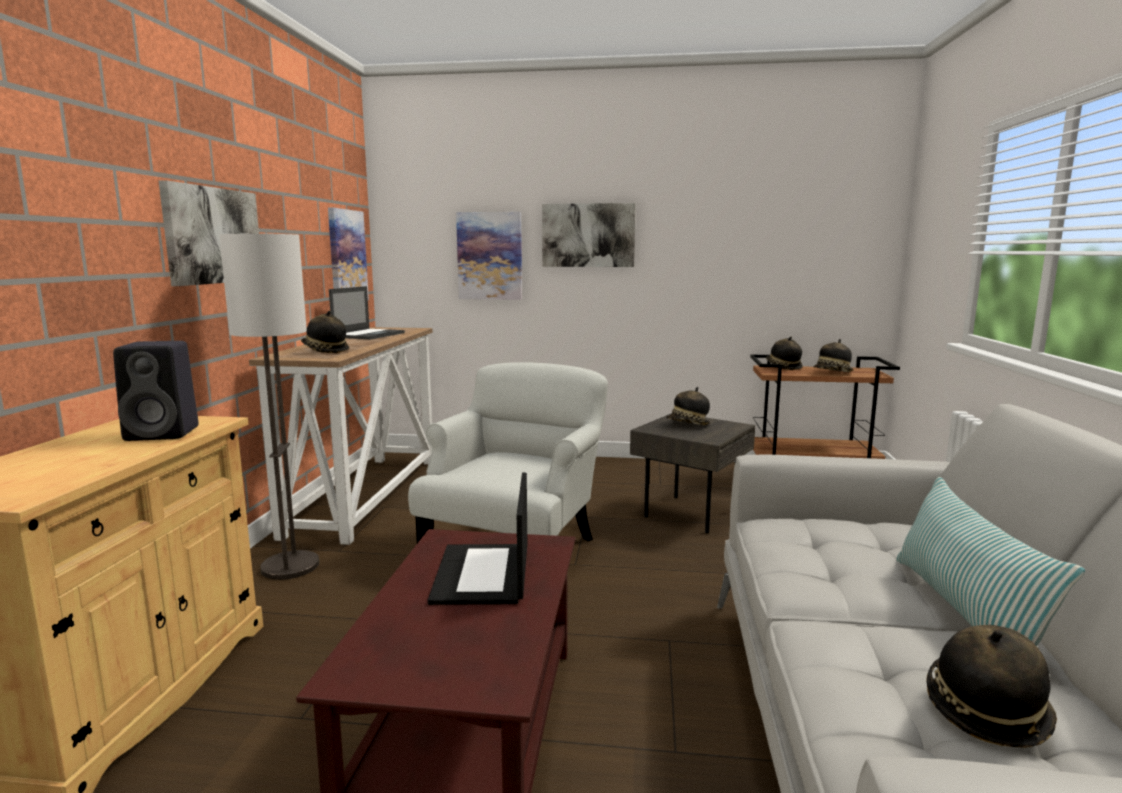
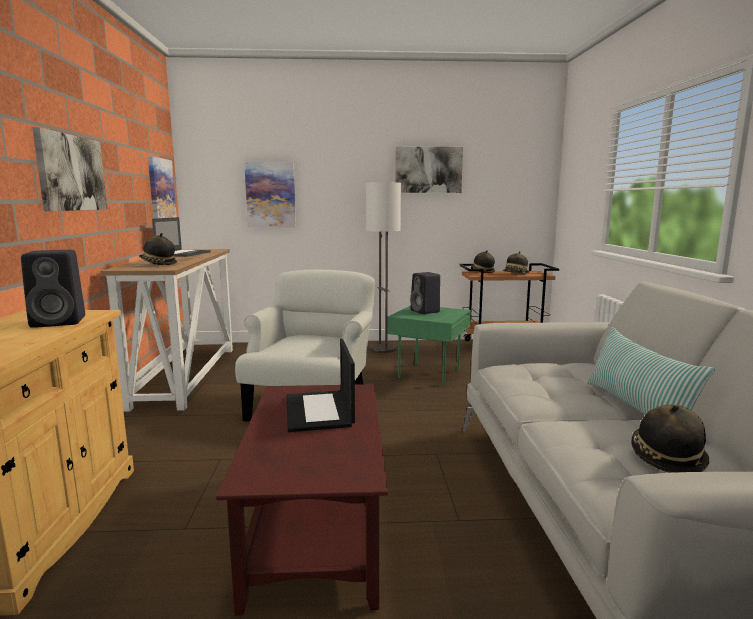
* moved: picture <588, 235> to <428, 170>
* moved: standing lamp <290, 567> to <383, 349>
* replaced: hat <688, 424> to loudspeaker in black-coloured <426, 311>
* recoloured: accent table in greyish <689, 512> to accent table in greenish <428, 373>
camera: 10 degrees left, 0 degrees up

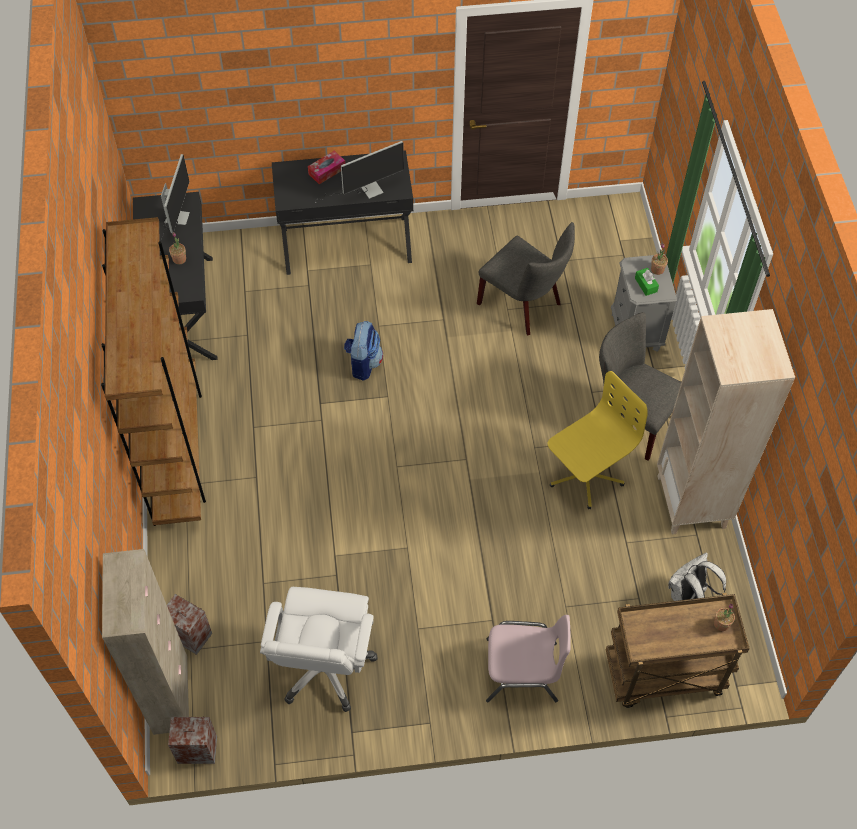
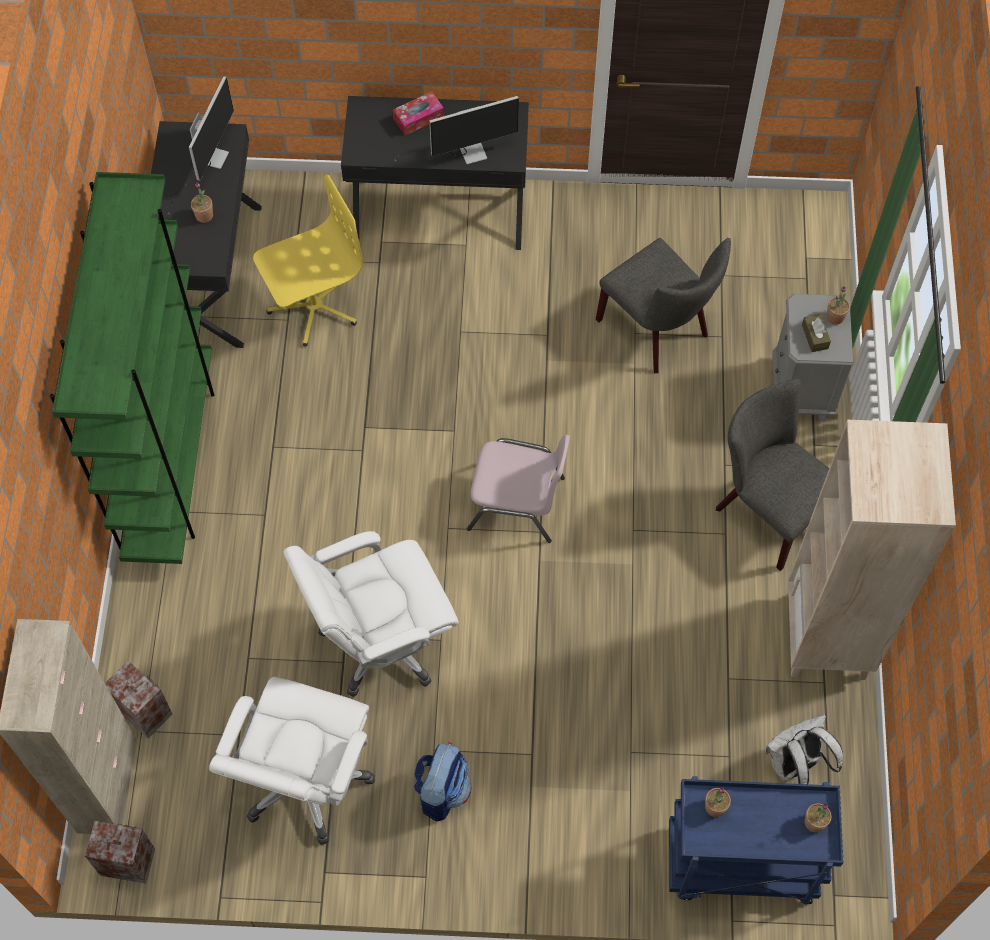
* recoloured: bookshelf in brownish <177, 449> to bookshelf in greenish <171, 462>
* recoloured: tissue box in greenish <646, 285> to tissue box in brownish <815, 336>
* moved: backpack <363, 363> to <442, 790>
* moved: computer chair in yellow-coloured <585, 475> to <313, 306>
* recoloured: trolley in brownish <663, 676> to trolley in blue <739, 866>
* moved: upright chair in pinkish <523, 671> to <518, 503>
* added: computer chair in white-coloured <382, 642>
* added: plant in a pot <715, 807>
camera: 10 degrees right, 5 degrees up

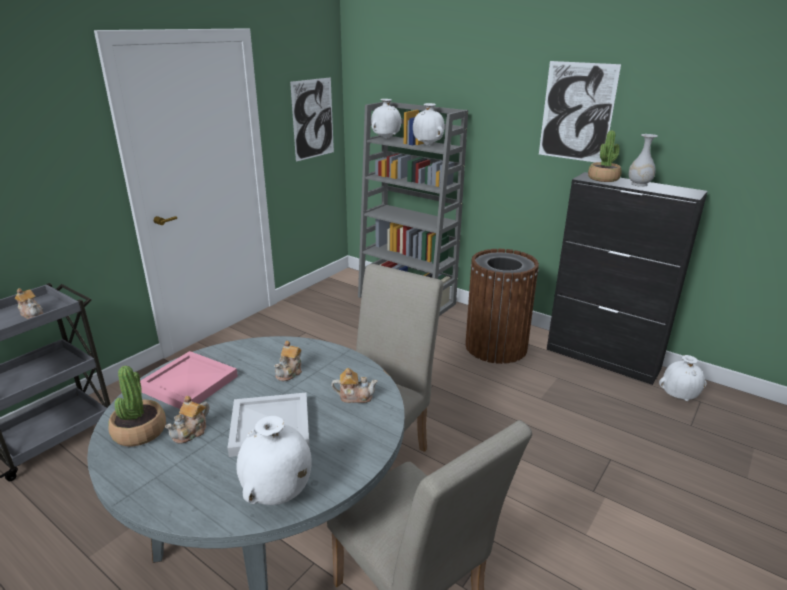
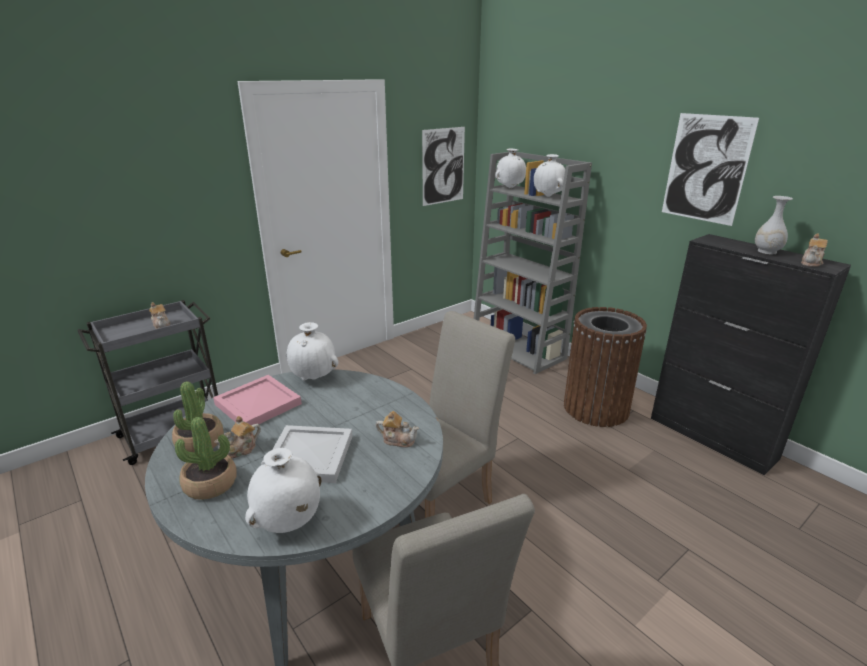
* moved: plant in a pot <603, 178> to <210, 484>
* moved: tea pot <290, 372> to <811, 263>
* moved: vase in white-coloured <678, 397> to <314, 378>
camera: 15 degrees right, 0 degrees up

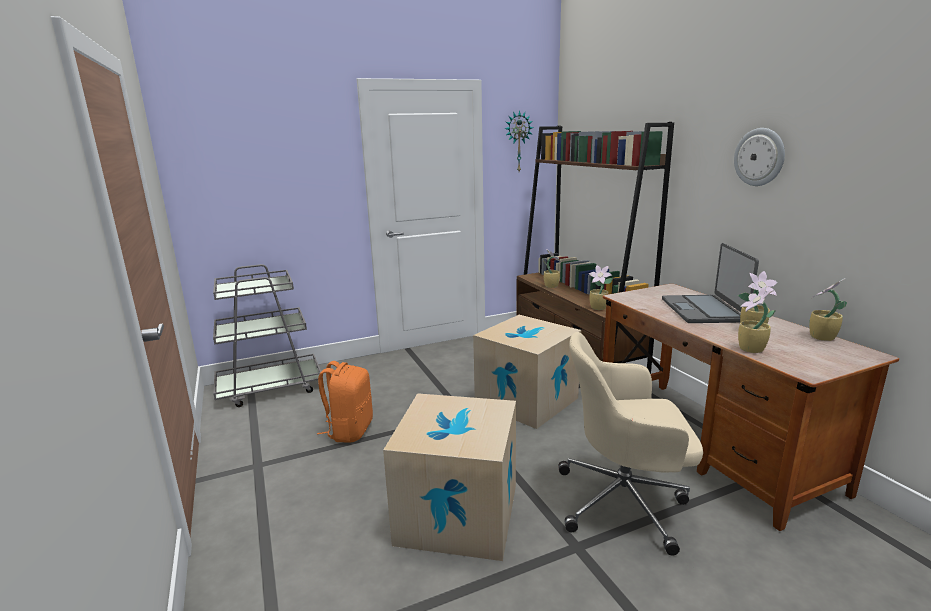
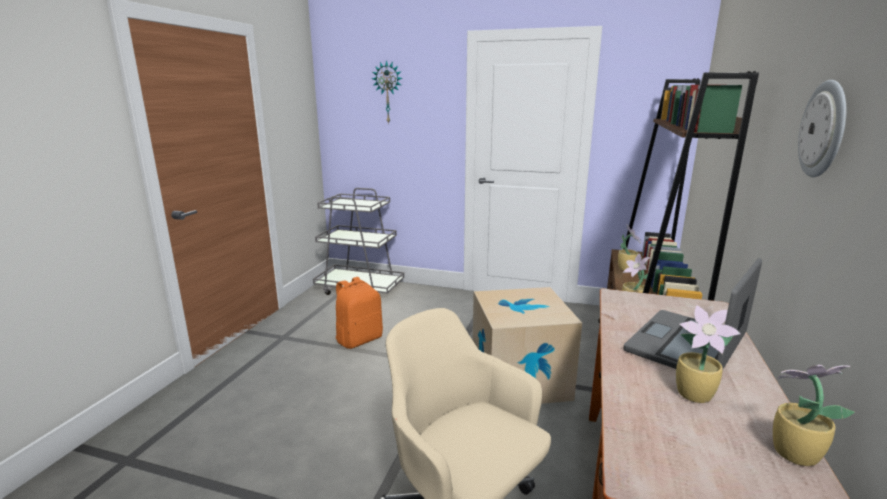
* moved: hanging clock <517, 142> to <388, 92>
* removed: plant in a pot <751, 349>
* removed: carton <458, 514>
camera: 40 degrees right, 0 degrees up

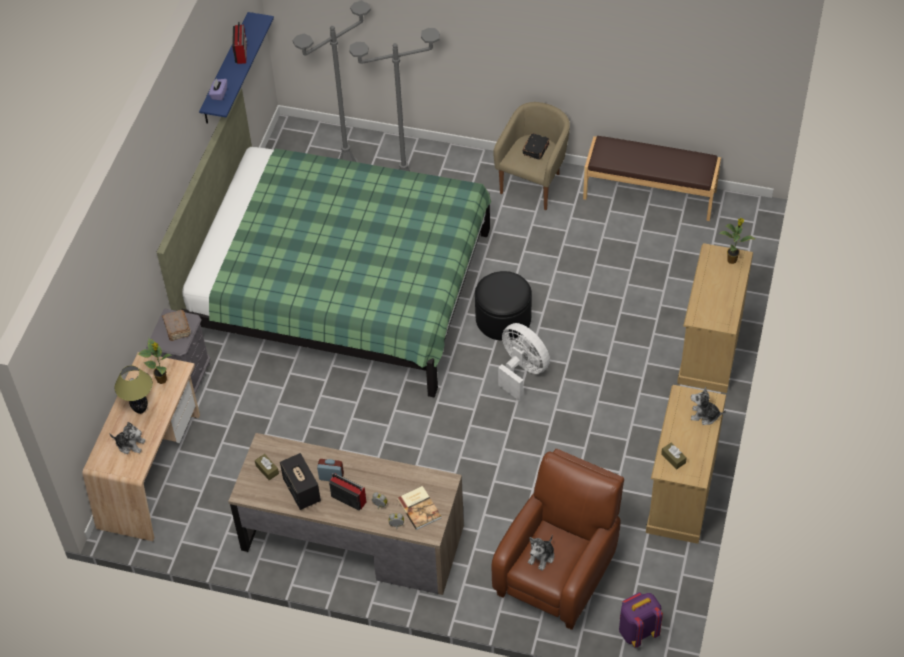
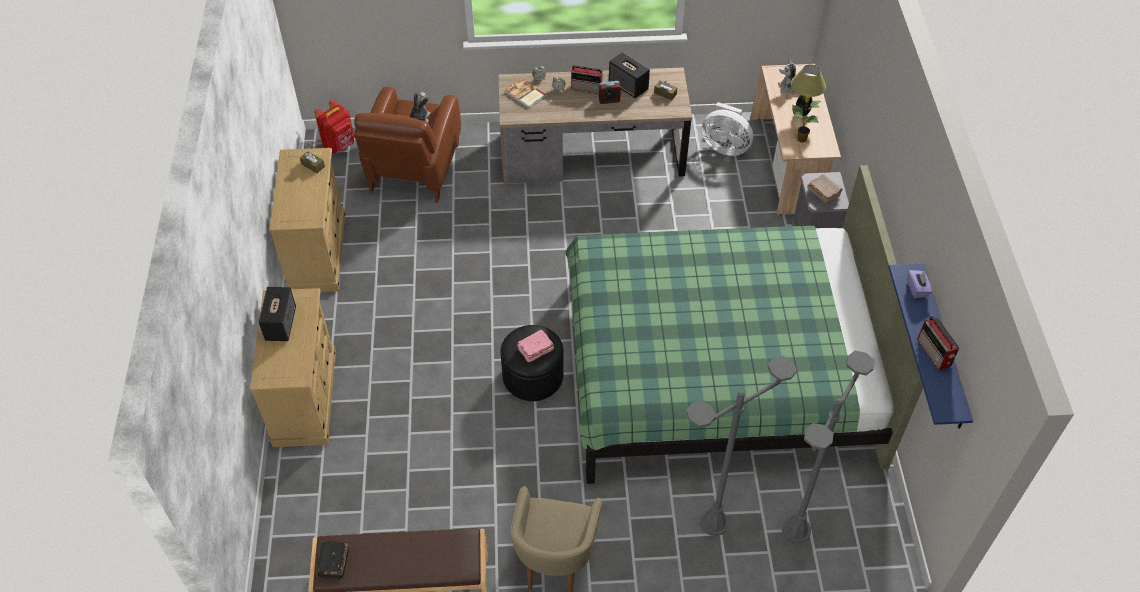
* moved: book in black-coloured <536, 150> to <333, 563>
* removed: plant in a pot <732, 259>
* moved: electric fan in white-coloured <522, 371> to <725, 146>
* removed: cuddly toy <704, 415>
* recoloured: backpack in purplish <637, 631> to backpack in red <339, 145>
* added: loudspeaker <281, 324>
* added: book in pinkish <535, 350>
camera: 160 degrees right, 0 degrees up

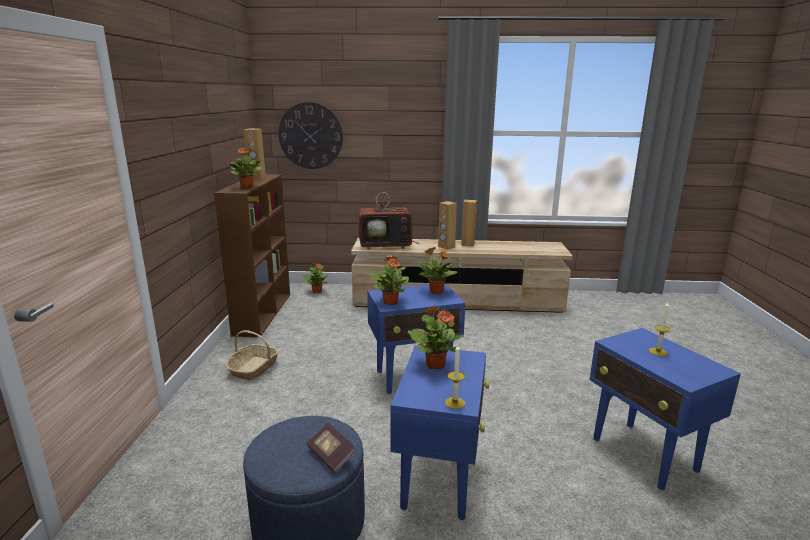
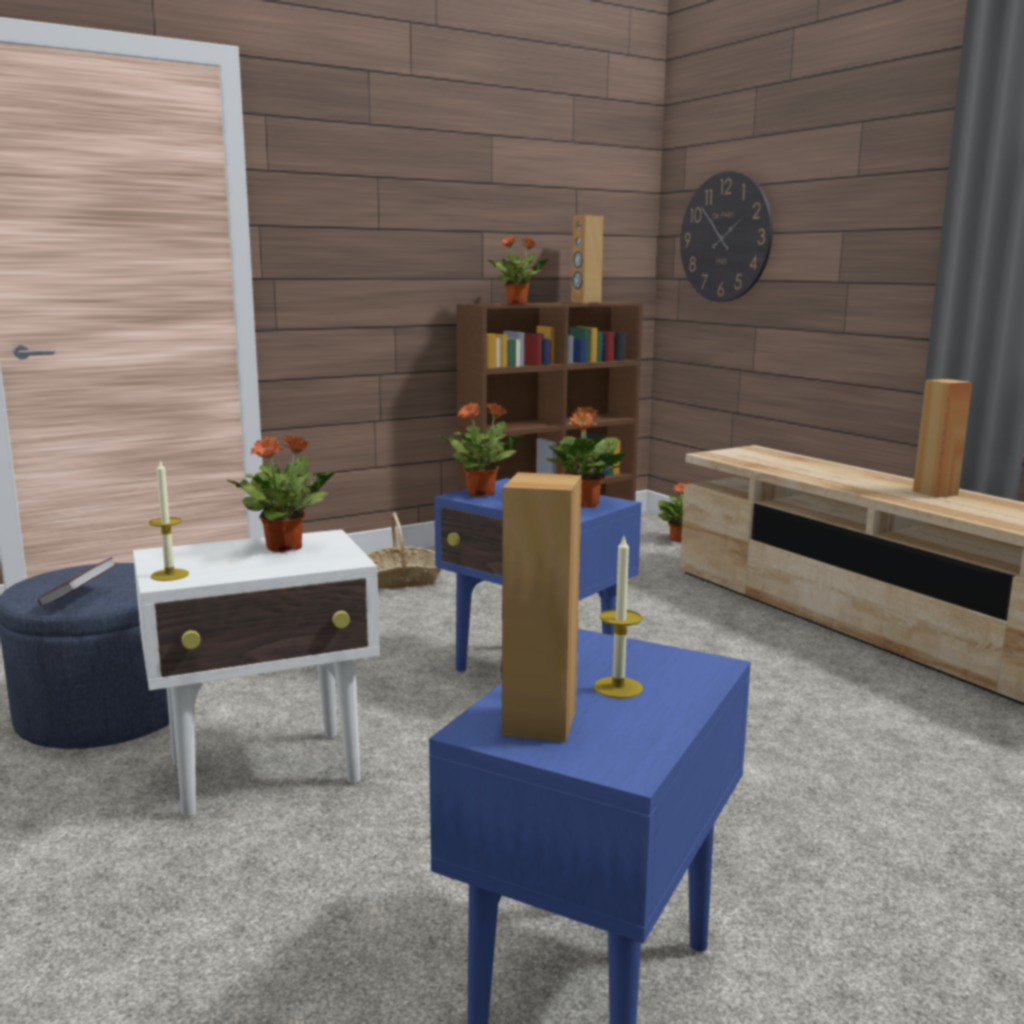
* removed: television <386, 245>
* moved: loudspeaker in brownish <446, 247> to <538, 722>
* recoloured: accent table in blue <439, 480> to accent table in white-coloured <267, 772>
camera: 55 degrees right, 5 degrees down

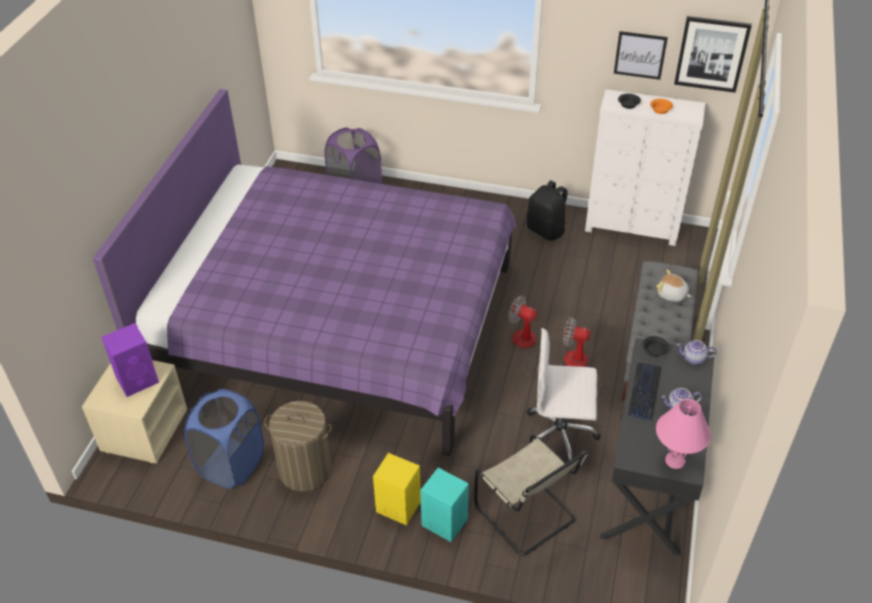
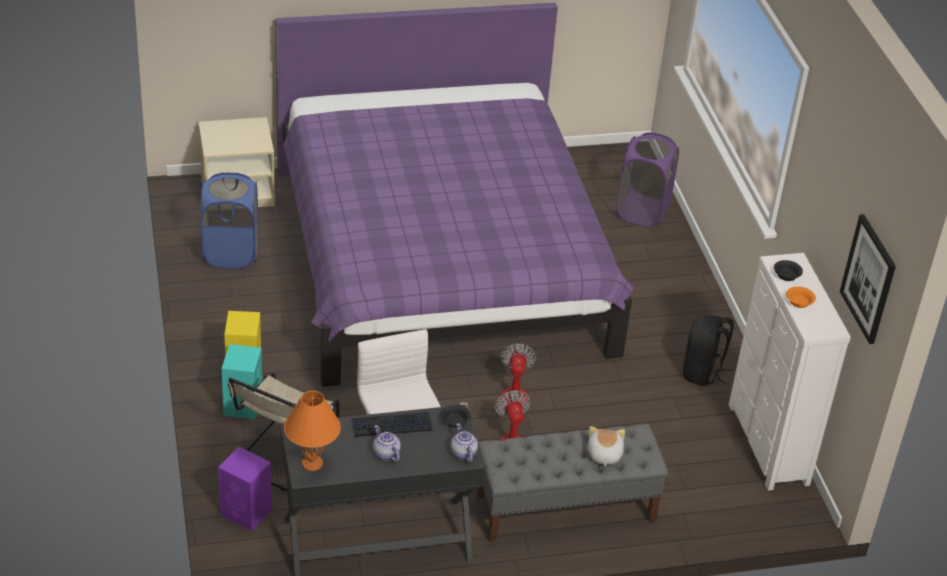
* removed: picture <640, 55>
* moved: loudspeaker in purplish <138, 379> to <247, 512>
* recoloured: table lamp in pinkish <675, 460> to table lamp in orange <312, 463>
* removed: washing basket <305, 470>
camera: 60 degrees right, 5 degrees down

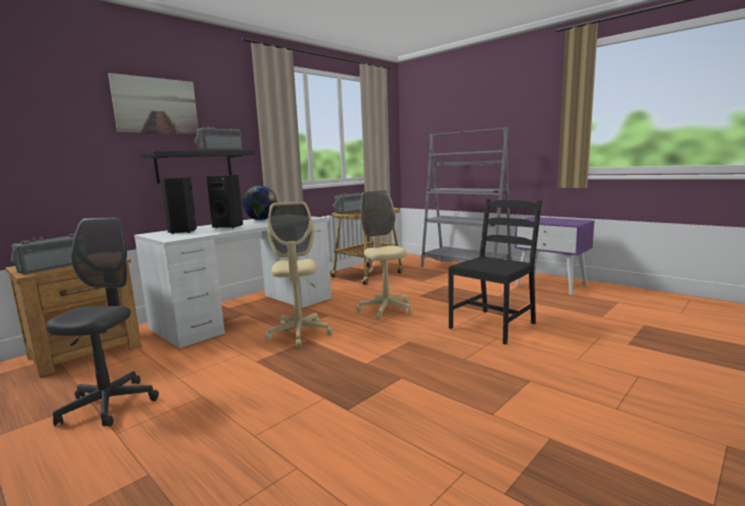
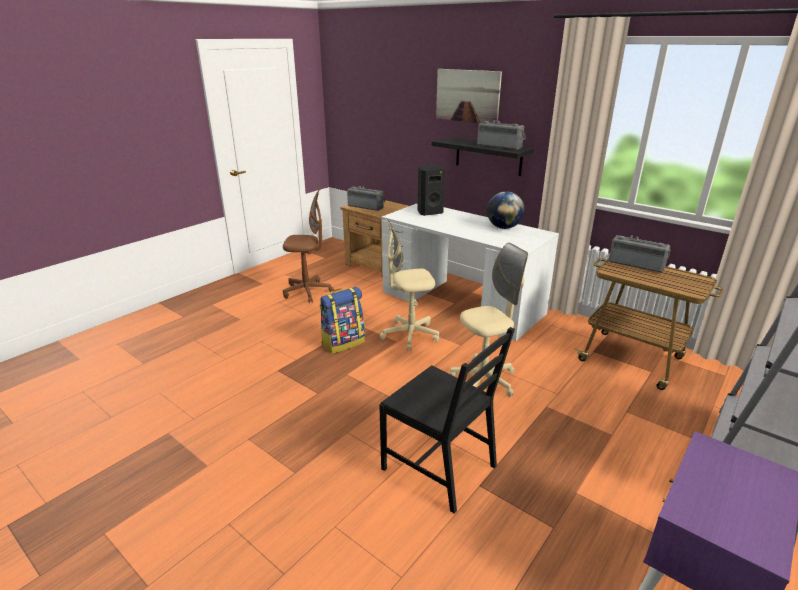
* removed: loudspeaker in black-coloured <229, 227>
* recoloured: computer chair in greyish <109, 405> to computer chair in brownish <308, 291>
* added: backpack <343, 343>
camera: 85 degrees right, 15 degrees up

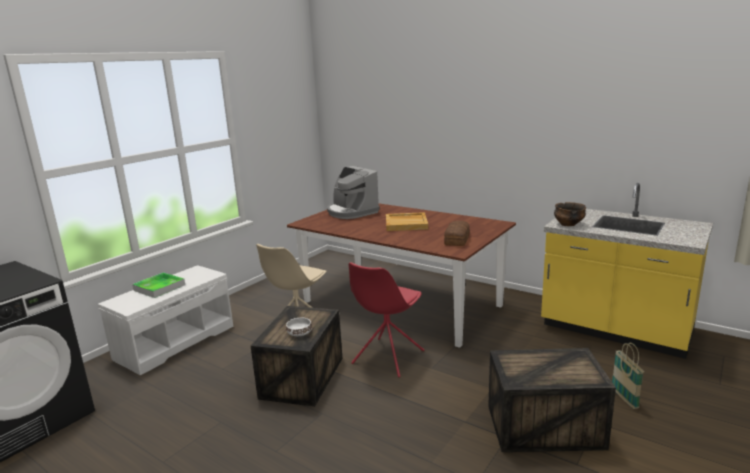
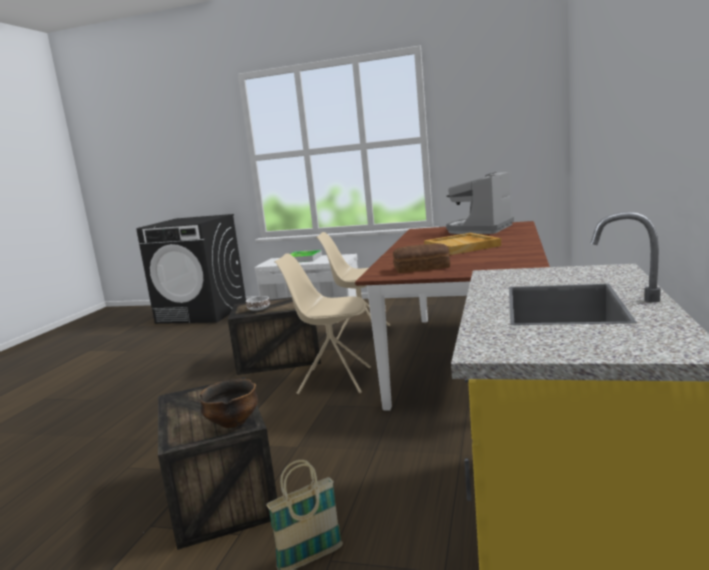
* moved: serving bowl <568, 224> to <233, 422>
* recoloured: upright chair in red <387, 358> to upright chair in beige <333, 380>
camera: 70 degrees right, 5 degrees down

